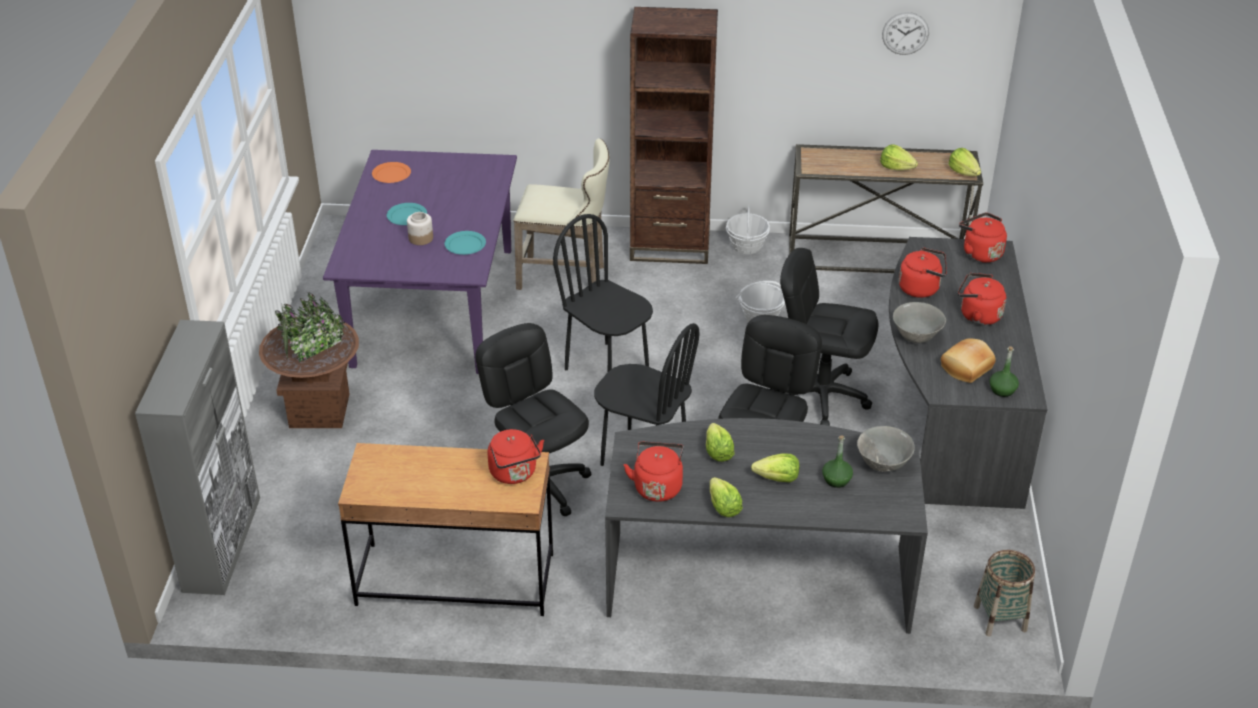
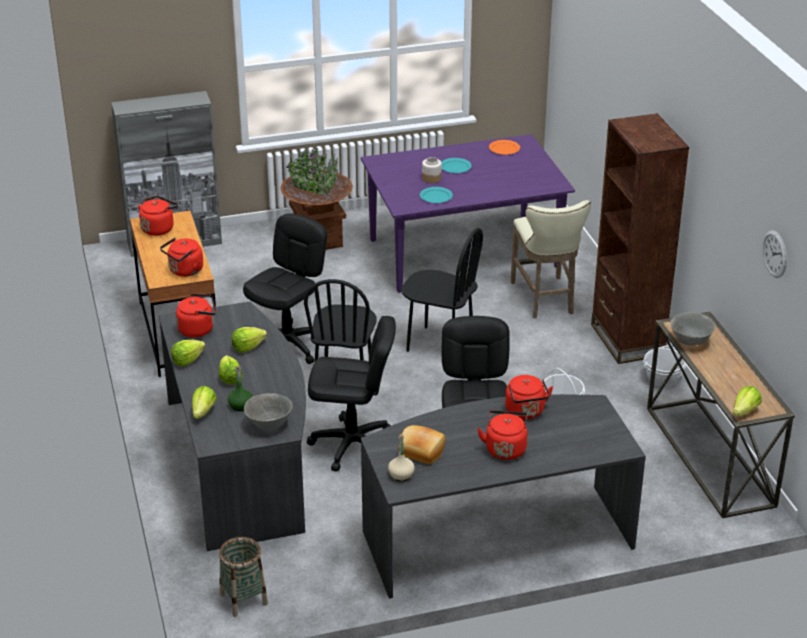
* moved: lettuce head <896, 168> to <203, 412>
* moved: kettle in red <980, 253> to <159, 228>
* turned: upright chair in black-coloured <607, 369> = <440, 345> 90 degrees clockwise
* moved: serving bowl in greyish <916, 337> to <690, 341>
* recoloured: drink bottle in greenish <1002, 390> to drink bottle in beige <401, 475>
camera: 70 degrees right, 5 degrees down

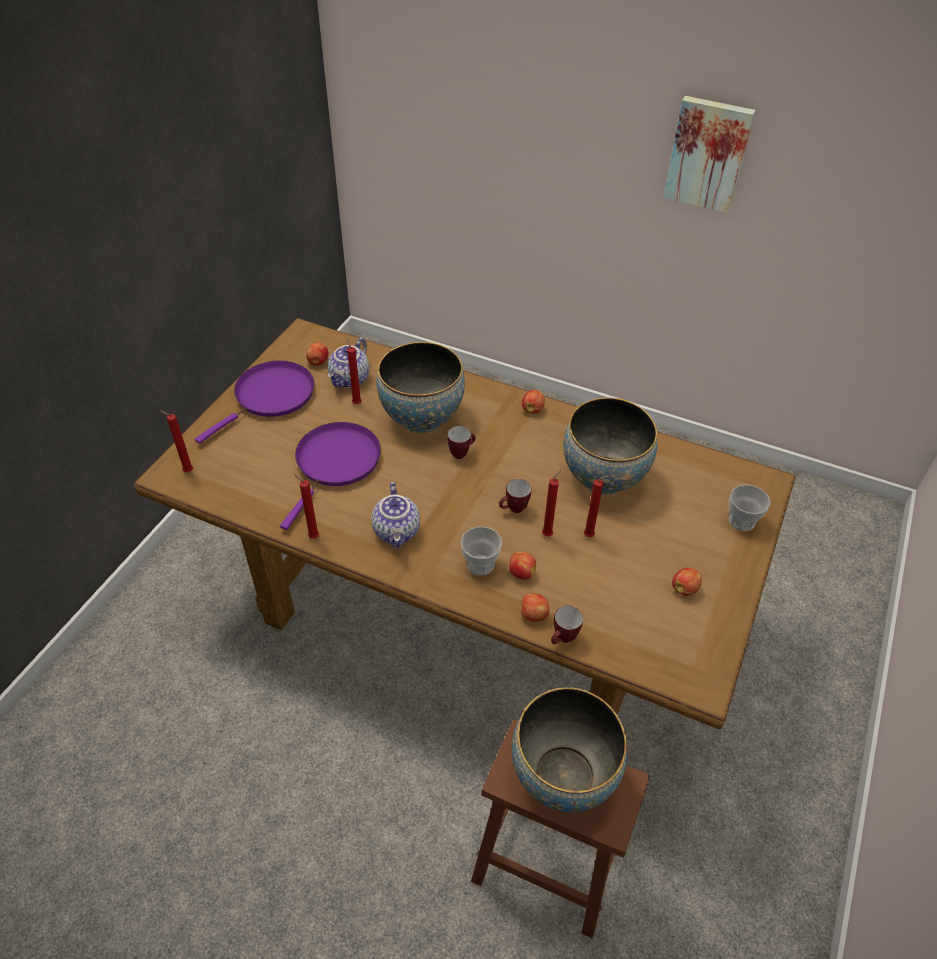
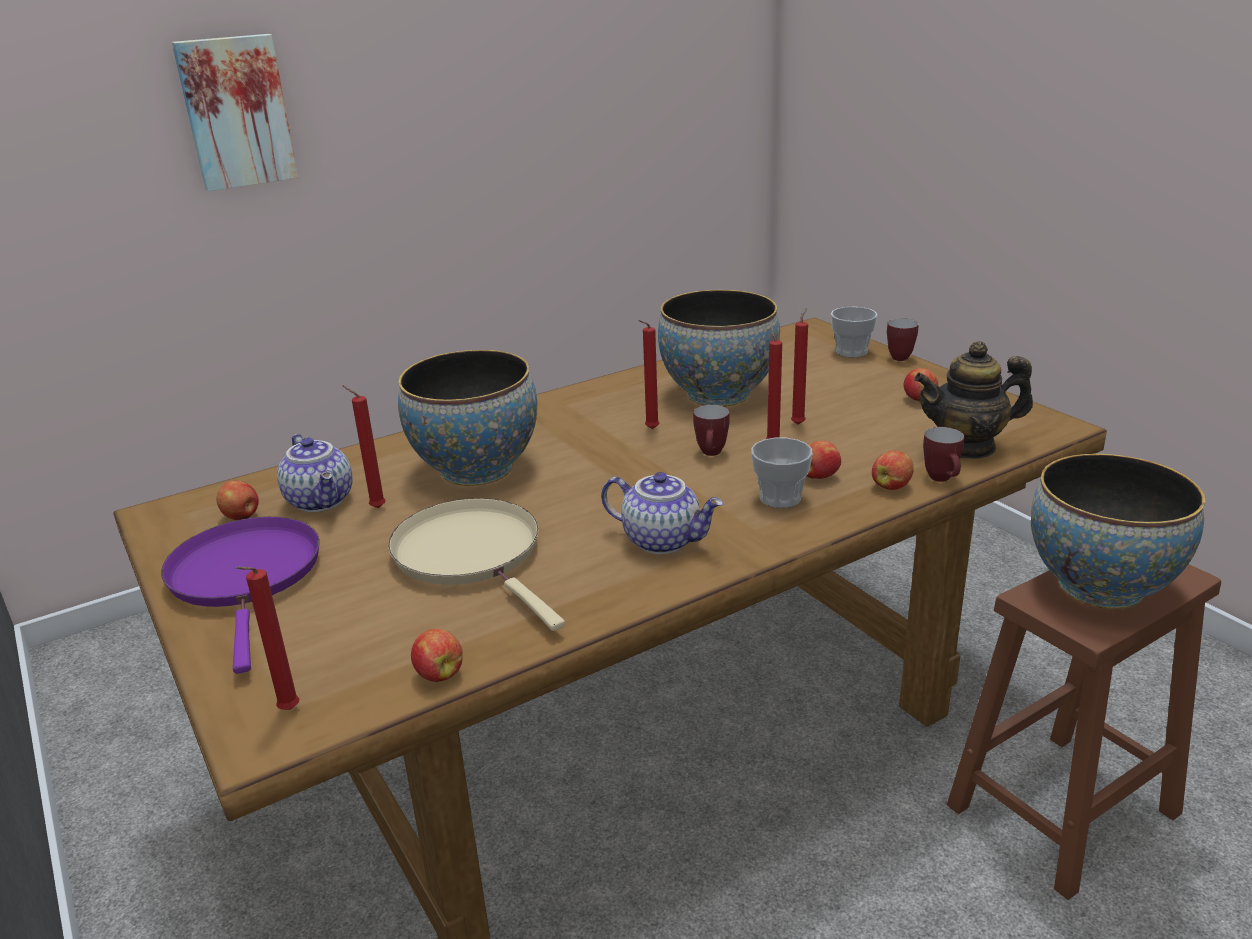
* moved: picture <708, 153> to <236, 112>
* moved: apple fruit <532, 409> to <439, 674>
* recoloured: pan in purplish <336, 463> to pan in beige <472, 555>
* moved: tea mug <461, 453> to <898, 356>
* moved: wax light in red <312, 536> to <650, 429>
* added: tea pot <967, 446>
camera: 55 degrees left, 20 degrees down

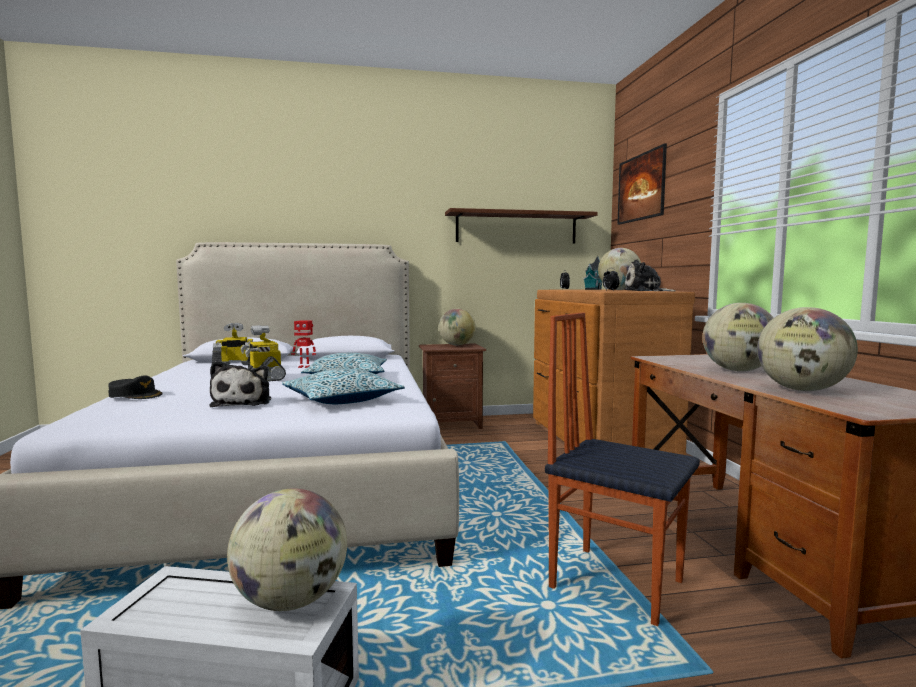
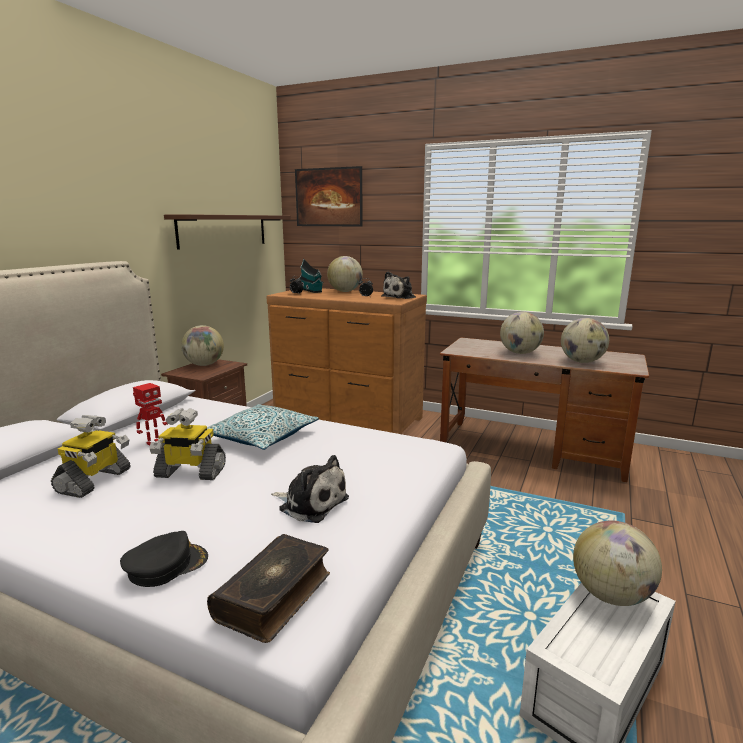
* removed: upright chair <615, 583>
* removed: throw pillow <342, 400>
* added: book <275, 596>
camera: 55 degrees left, 10 degrees up

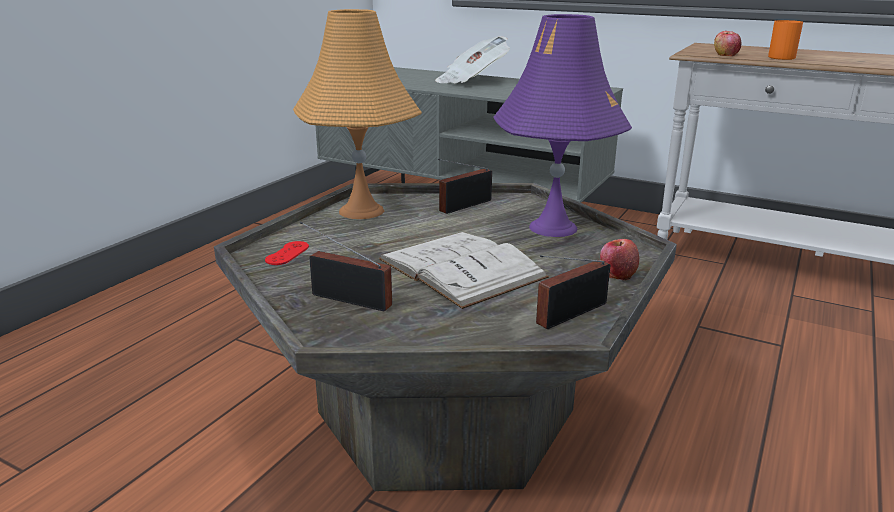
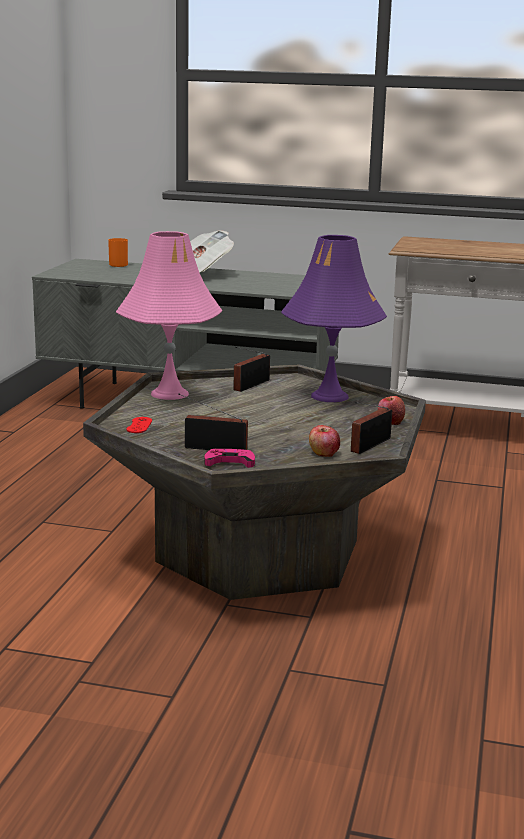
* recoloured: table lamp in orange <362, 211> to table lamp in pinkish <170, 393>
* moved: tea mug in orange <781, 57> to <119, 264>
* moved: apple fruit <725, 55> to <323, 453>
* removed: book in white-coloured <461, 268>
* added: joypad in pinkish <230, 462>
camera: 15 degrees left, 5 degrees down

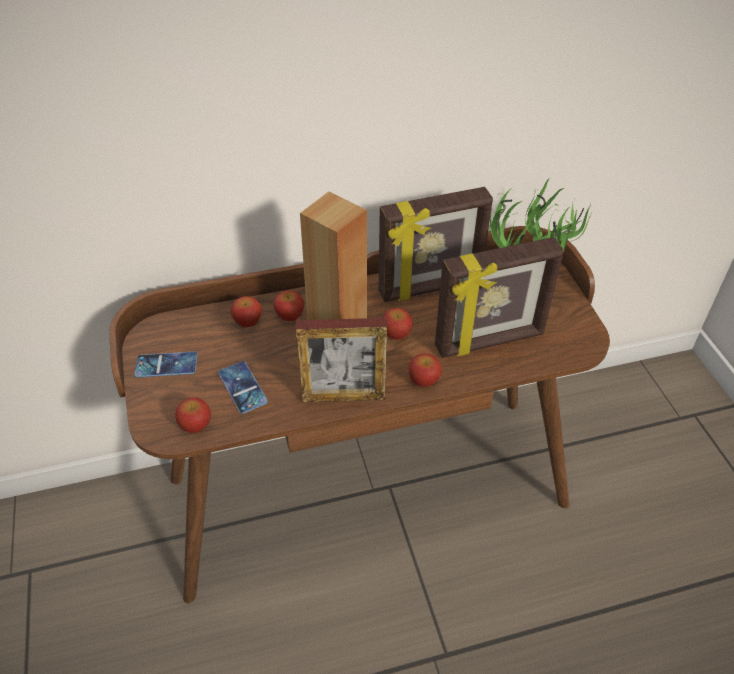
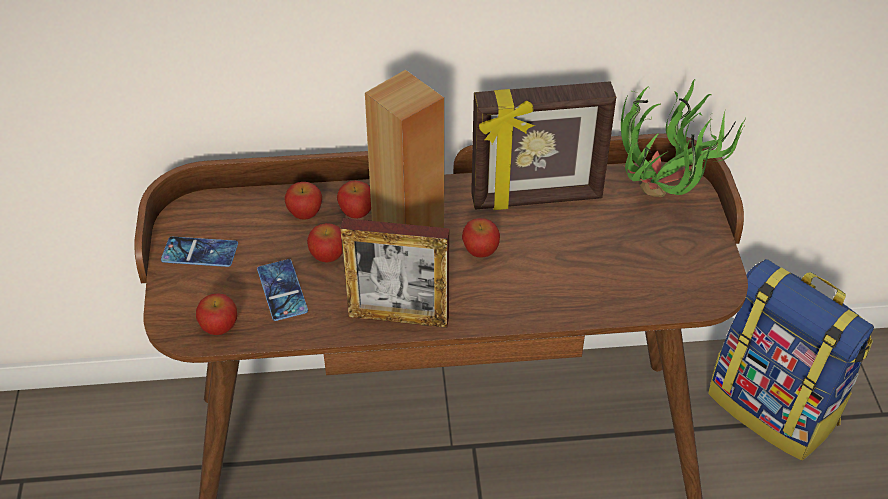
* removed: photo frame <490, 342>
* moved: apple fruit <424, 380> to <328, 256>
* added: backpack <774, 408>
camera: 10 degrees right, 0 degrees up

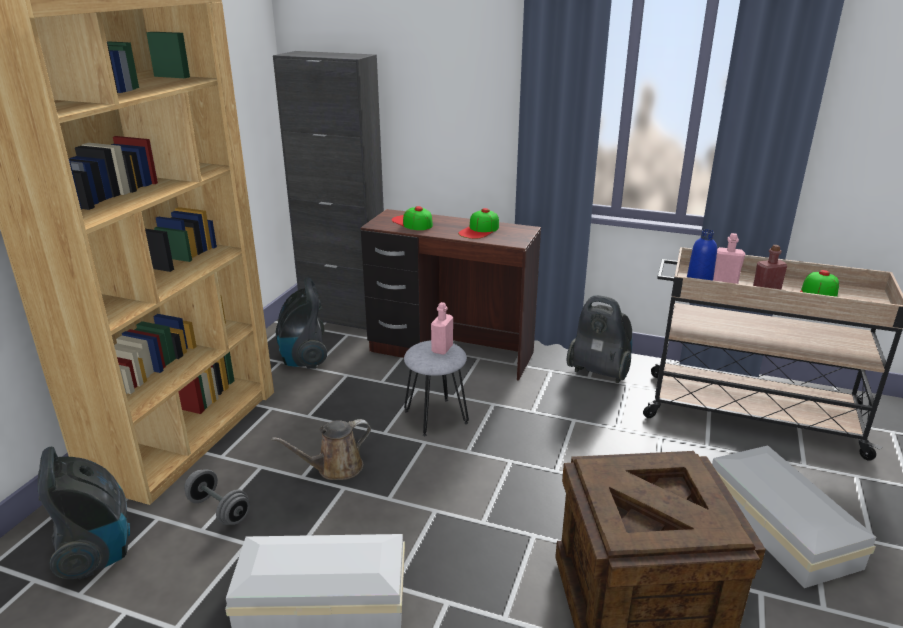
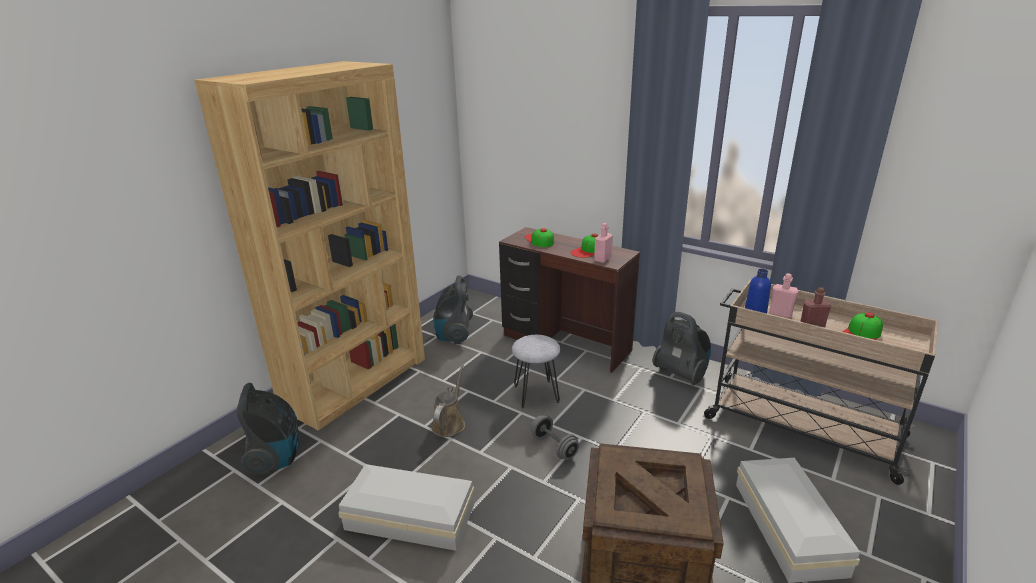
* removed: cupboard in black-coloured <344, 317>
* moved: drink bottle in pinkish <442, 349> to <602, 259>
* turned: watering can in brownish <335, 468> = <449, 423> 120 degrees clockwise
* moved: dumbbell in greyish <219, 510> to <554, 447>
camera: 15 degrees right, 0 degrees up

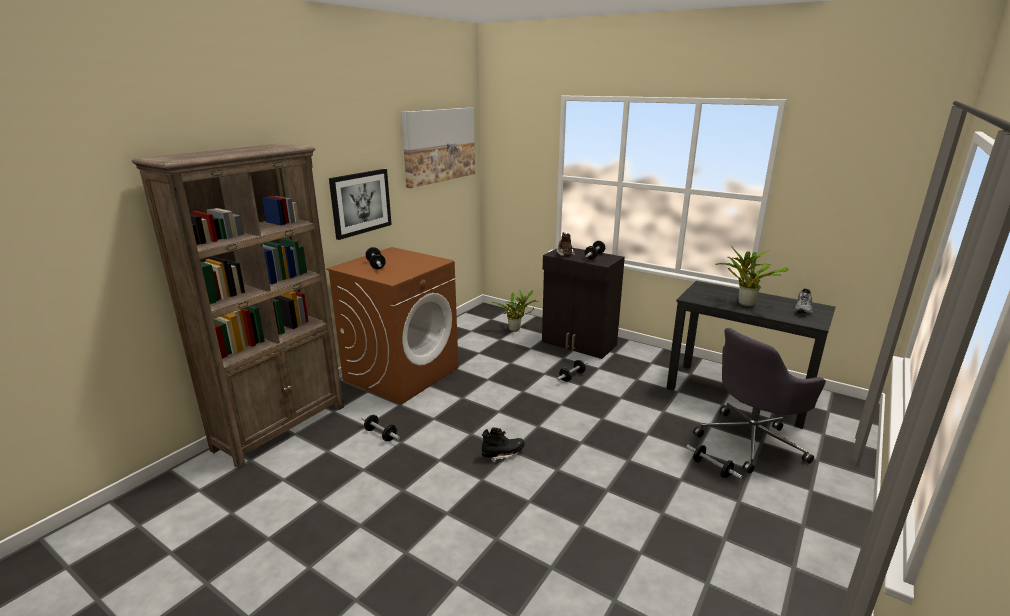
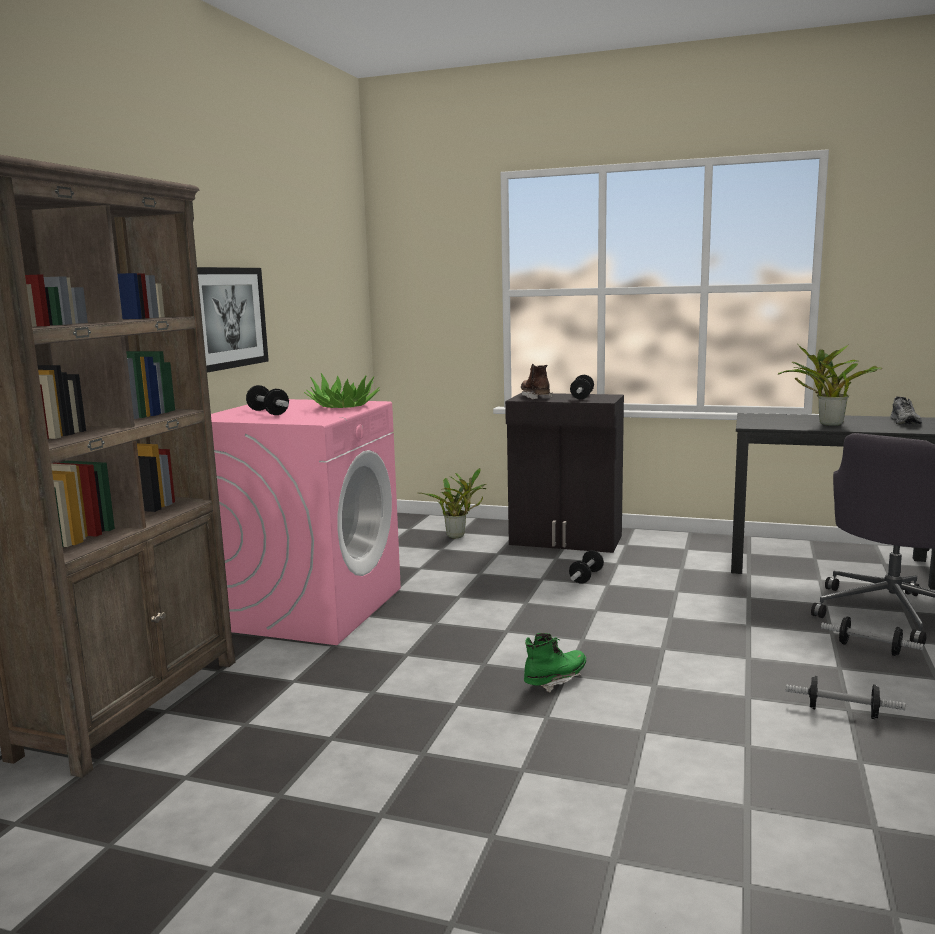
* removed: picture <439, 145>
* recoloured: laundry machine in brownish <402, 373> to laundry machine in pinkish <309, 607>
* moved: dumbbell <380, 434> to <842, 712>
* recoloured: tall boot in black-coloured <503, 454> to tall boot in greenish <555, 680>
* added: plant in a pot <343, 406>
camera: 15 degrees left, 10 degrees down

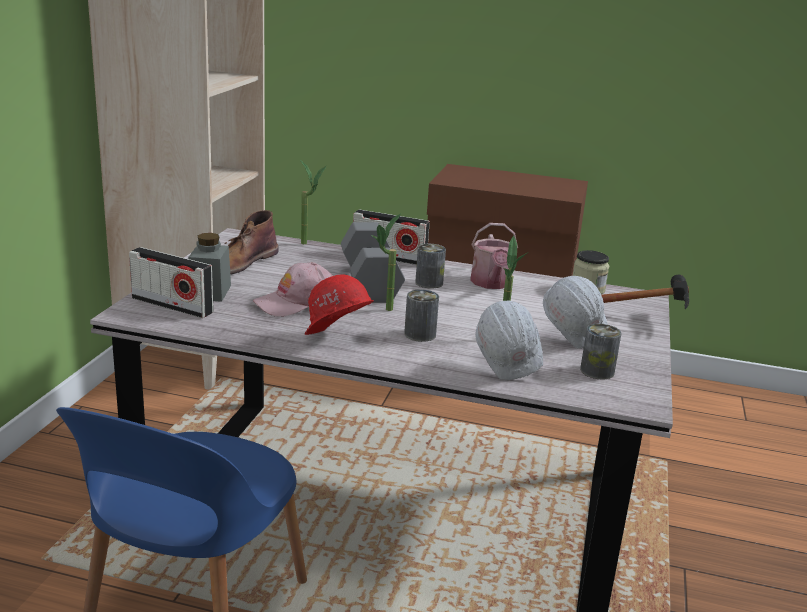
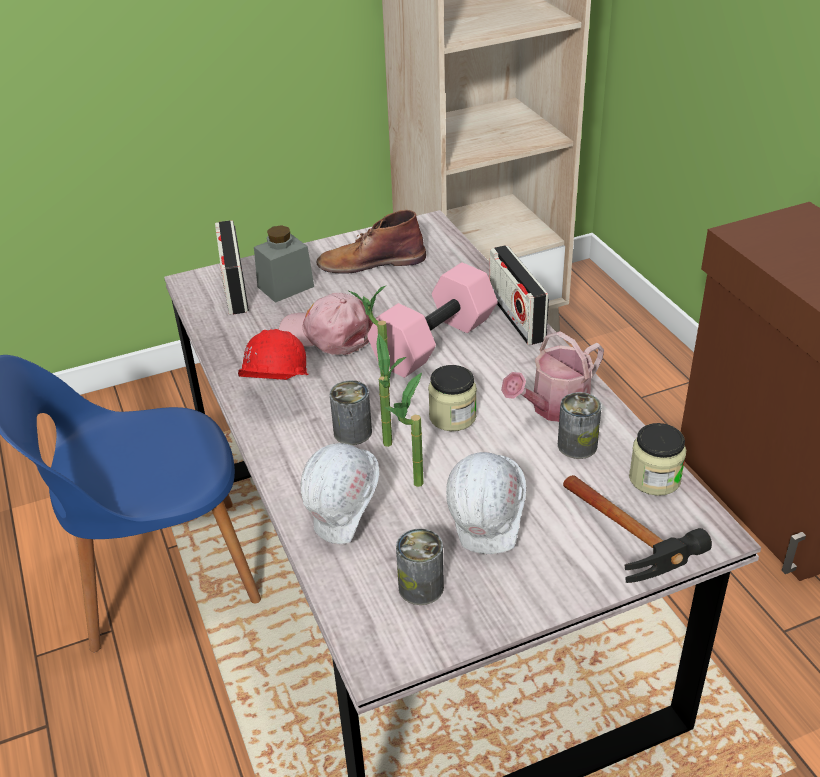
* moved: plant in a pot <310, 243> to <393, 449>
* recoloured: dumbbell in greyish <368, 282> to dumbbell in pinkish <433, 340>
* moved: metal can <429, 283> to <577, 445>
* added: preserve jar <452, 417>
camera: 55 degrees right, 15 degrees up

